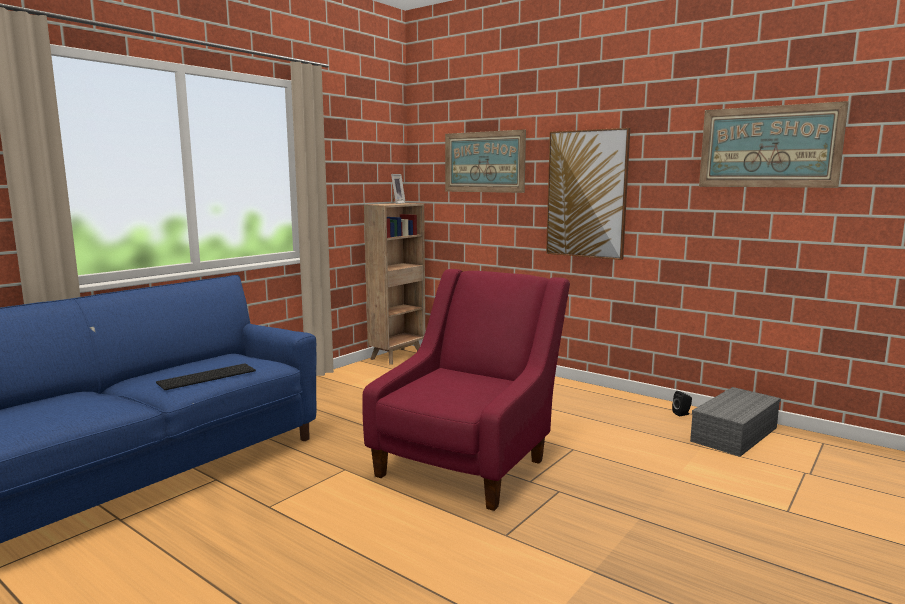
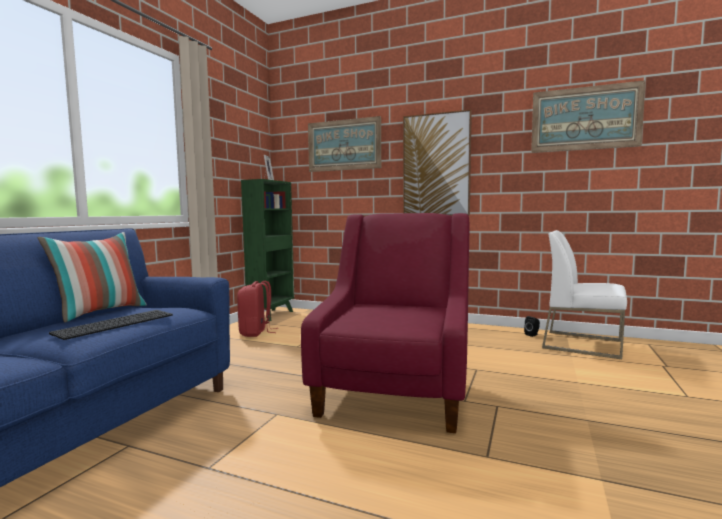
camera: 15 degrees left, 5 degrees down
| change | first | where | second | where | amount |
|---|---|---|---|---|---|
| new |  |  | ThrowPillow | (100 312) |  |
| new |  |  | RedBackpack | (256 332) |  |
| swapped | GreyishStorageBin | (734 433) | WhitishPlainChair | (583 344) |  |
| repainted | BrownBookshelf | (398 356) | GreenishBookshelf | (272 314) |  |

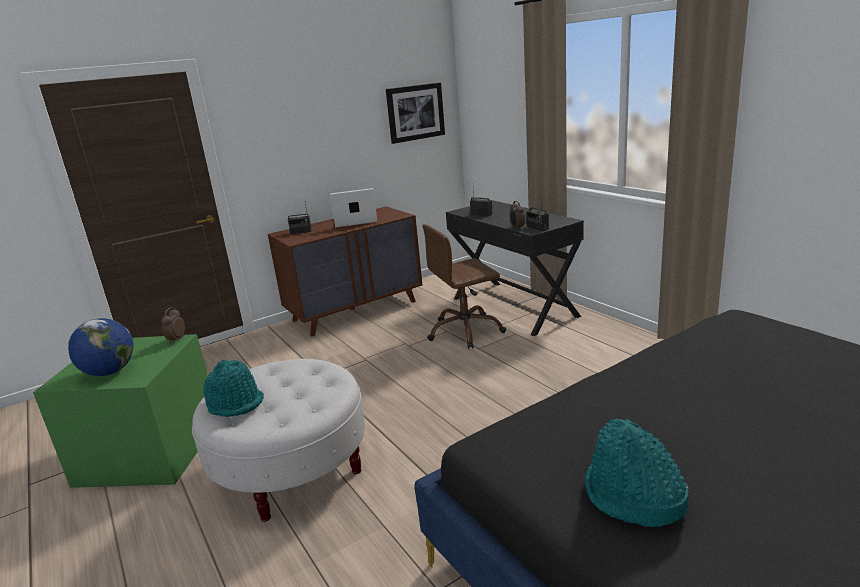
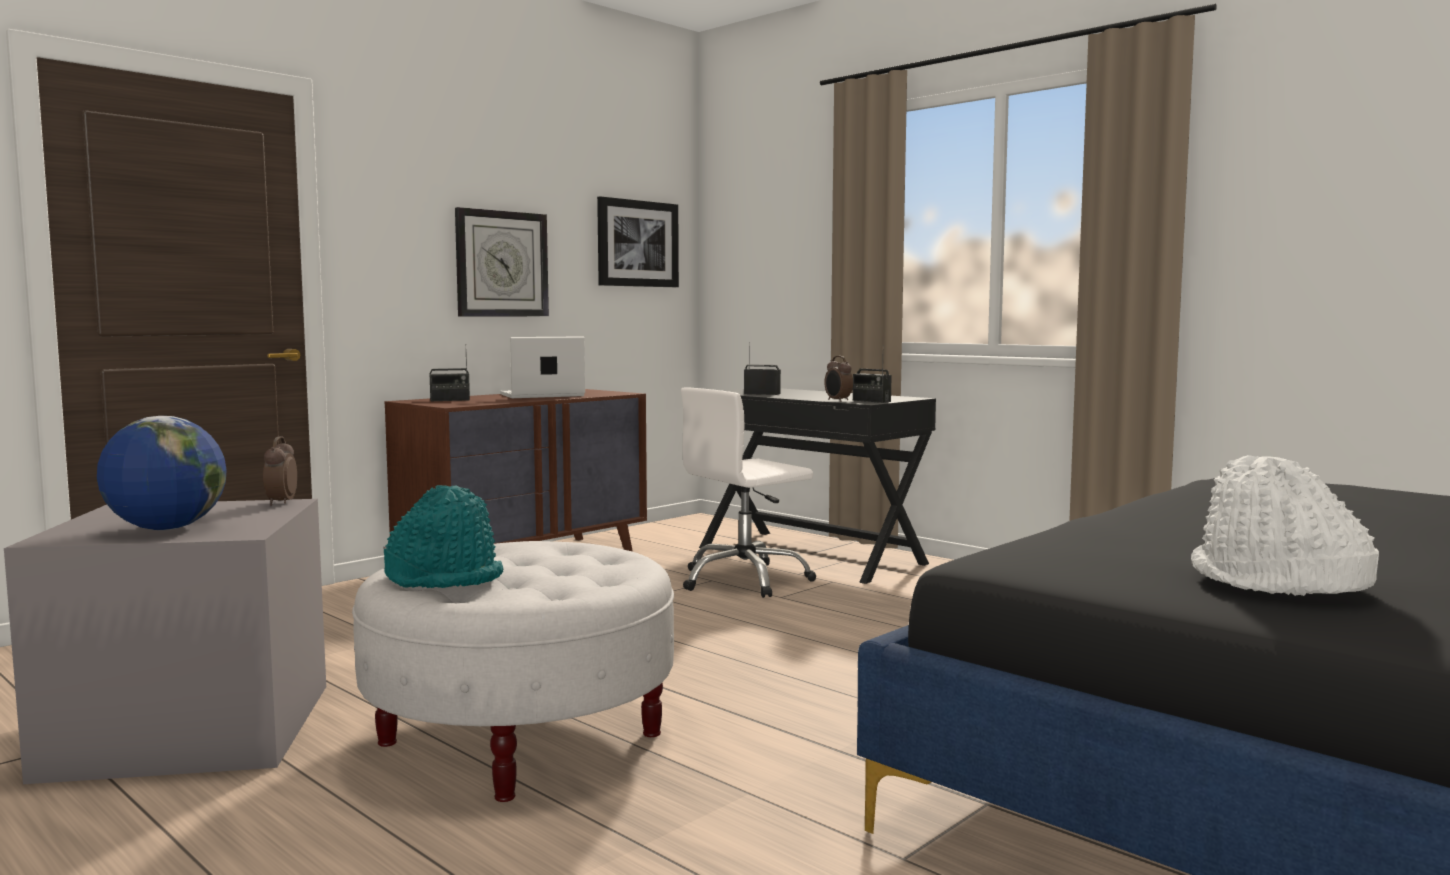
camera: 15 degrees left, 15 degrees down
| change | first | where | second | where | amount |
|---|---|---|---|---|---|
| new |  |  | WallClock | (501 264) |  |
| repainted | GreenishStorageBin | (150 452) | GreyishStorageBin | (194 731) |  |
| repainted | BrownDeskChair | (465 331) | WhitishDeskChair | (745 580) |  |
| repainted | TurquoiseColouredClothingHat | (632 497) | WhitishClothingHat | (1277 583) |  |

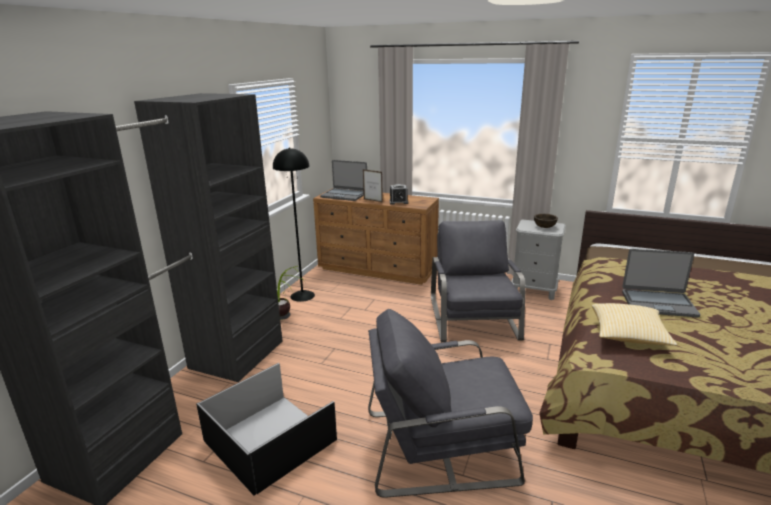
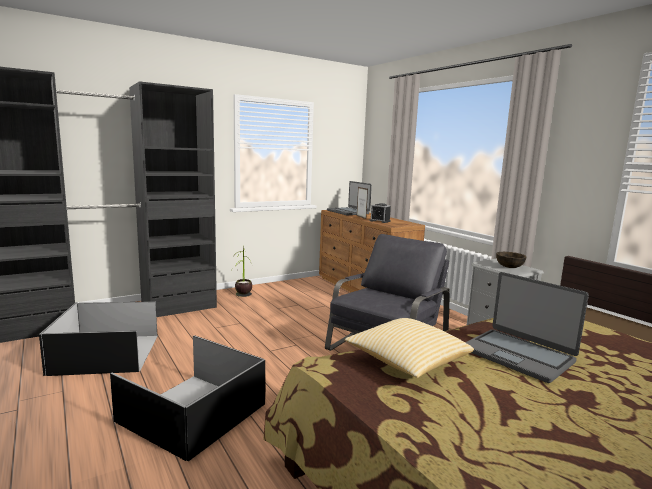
camera: 35 degrees right, 10 degrees down
| change | first | where | second | where | amount |
|---|---|---|---|---|---|
| gone | BlackishStandardLamp | (302 295) |  |  |  |
| swapped | GreyishEasyChair | (441 445) | BlackishStorageBin | (193 411) |  |

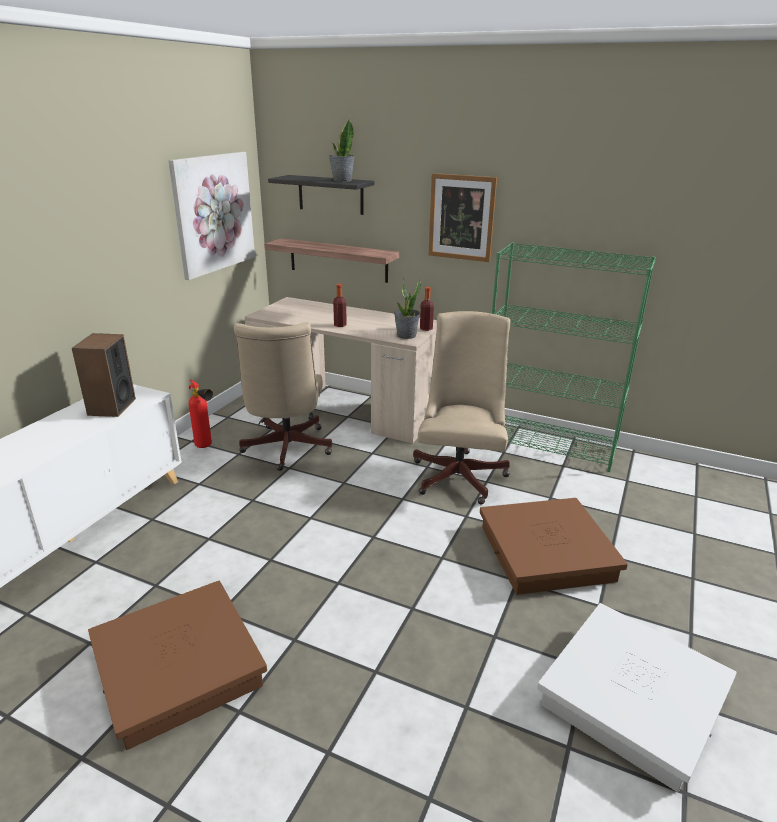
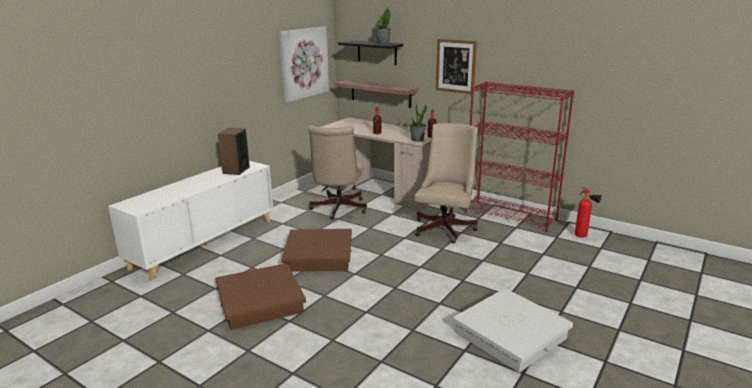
camera: 10 degrees right, 5 degrees down
| change | first | where | second | where | amount |
|---|---|---|---|---|---|
| shifted | FireExtinguisher | (206 447) |  | (583 237) |  |
| shifted | BrownStorageBin | (545 552) |  | (319 255) |  |
| repainted | GreenishBookshelf | (548 445) | RedBookshelf | (510 216) |  |

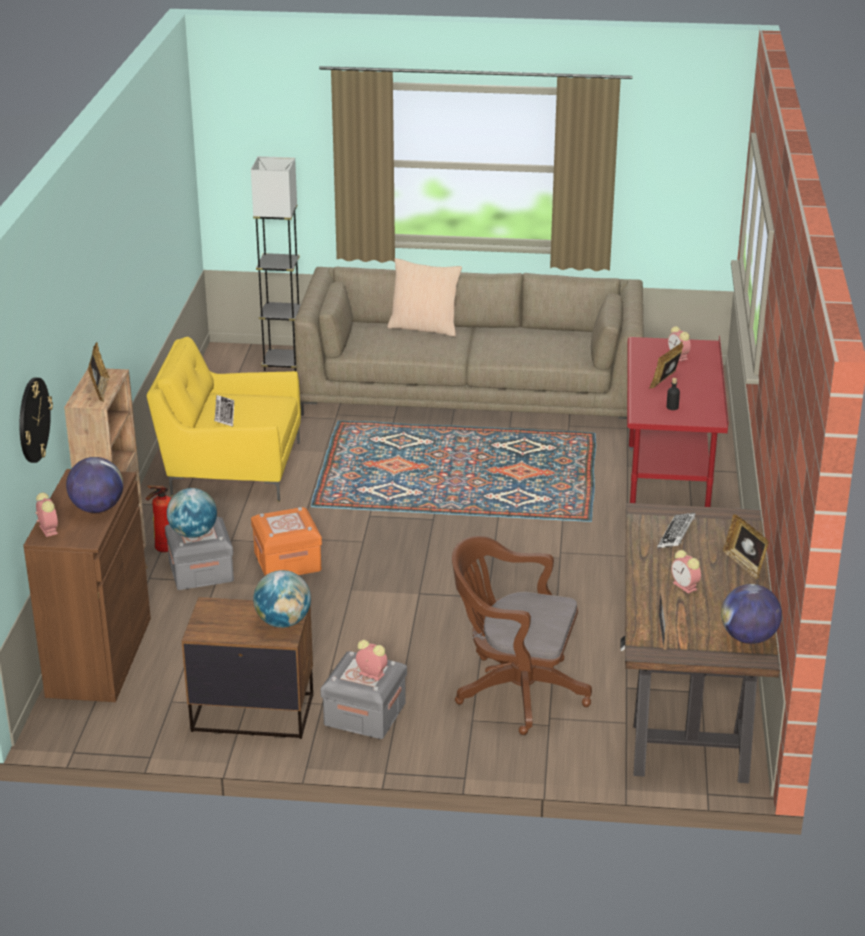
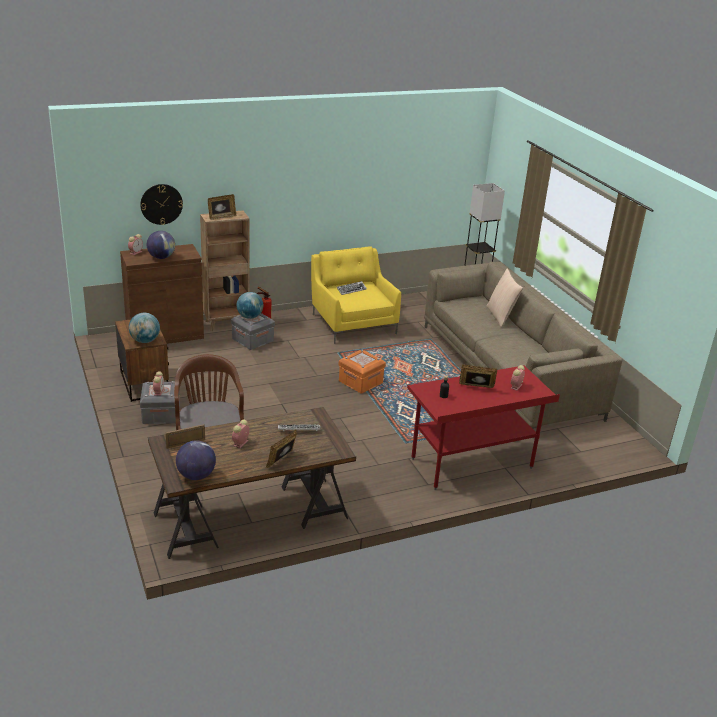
camera: 60 degrees right, 0 degrees up
| change | first | where | second | where | amount |
|---|---|---|---|---|---|
| shifted | OrangeColouredStorageBin | (287 562) |  | (360 382) |  |

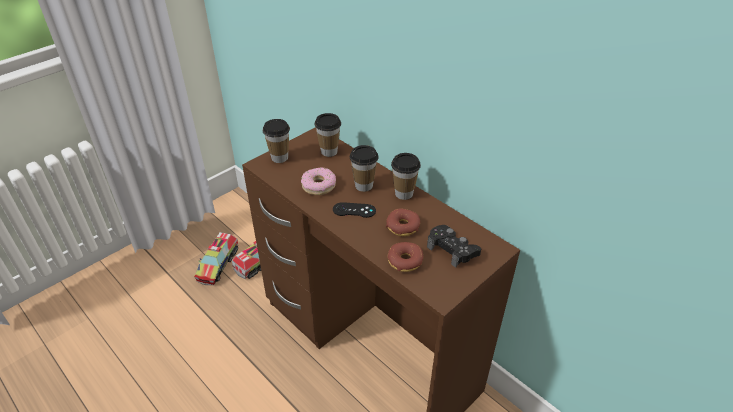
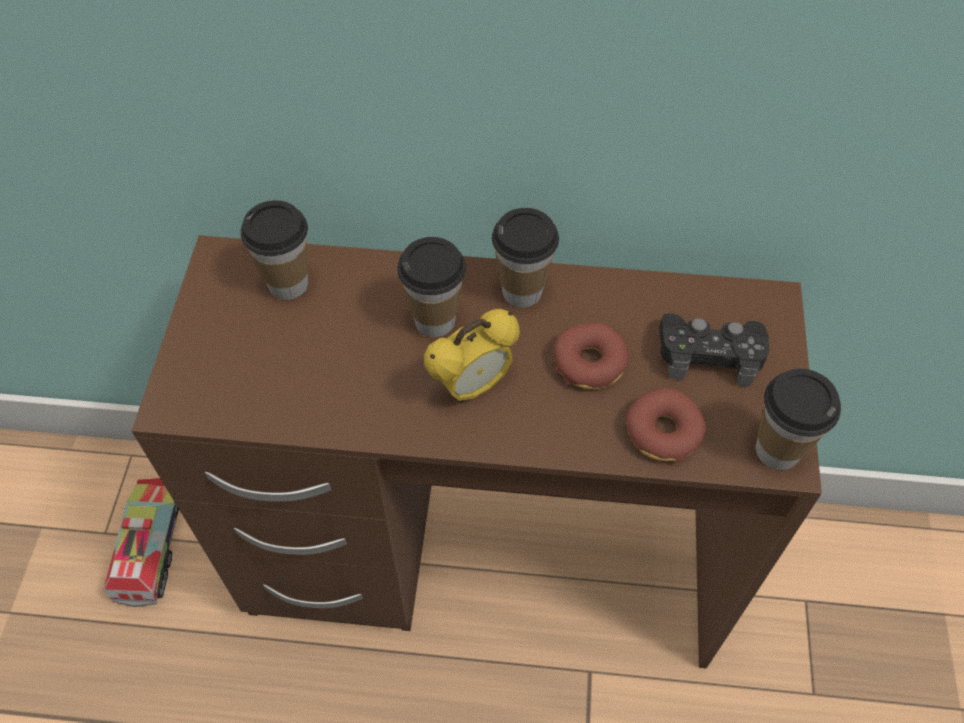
camera: 40 degrees left, 15 degrees up
| change | first | where | second | where | amount |
|---|---|---|---|---|---|
| gone | ModelTruck | (218 264) |  |  |  |
| gone | RingDoughnut | (318 185) |  |  |  |
| shifted | SmallCup | (279 158) |  | (777 450) |  |
| swapped | BlackishJoypad | (354 210) | TableClock | (472 386) |  |

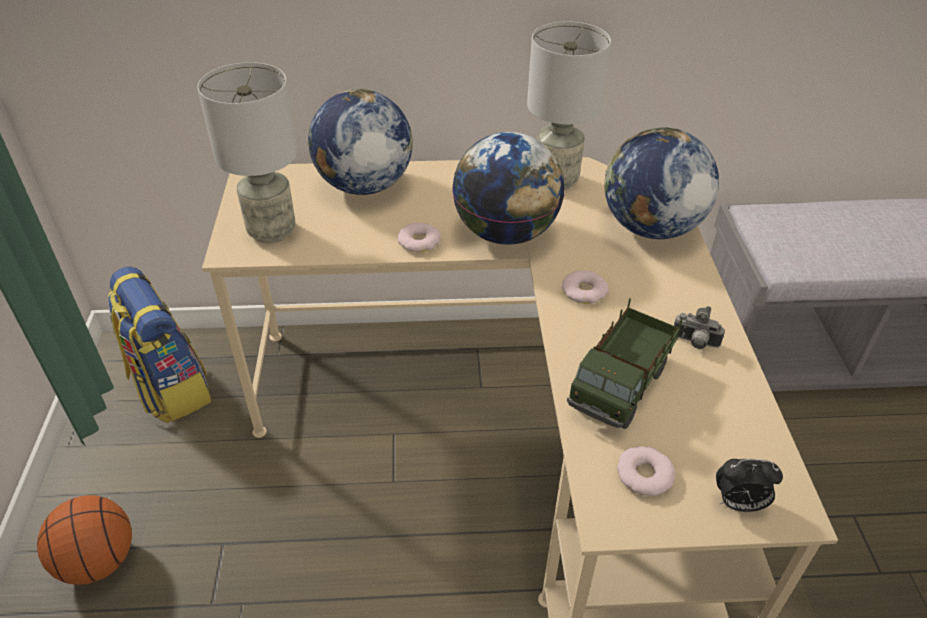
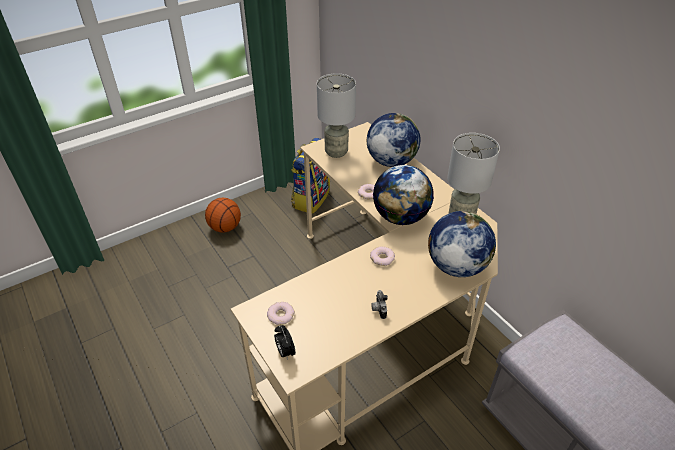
camera: 60 degrees right, 0 degrees up
| change | first | where | second | where | amount |
|---|---|---|---|---|---|
| gone | ModelTruck | (621 385) |  |  |  |

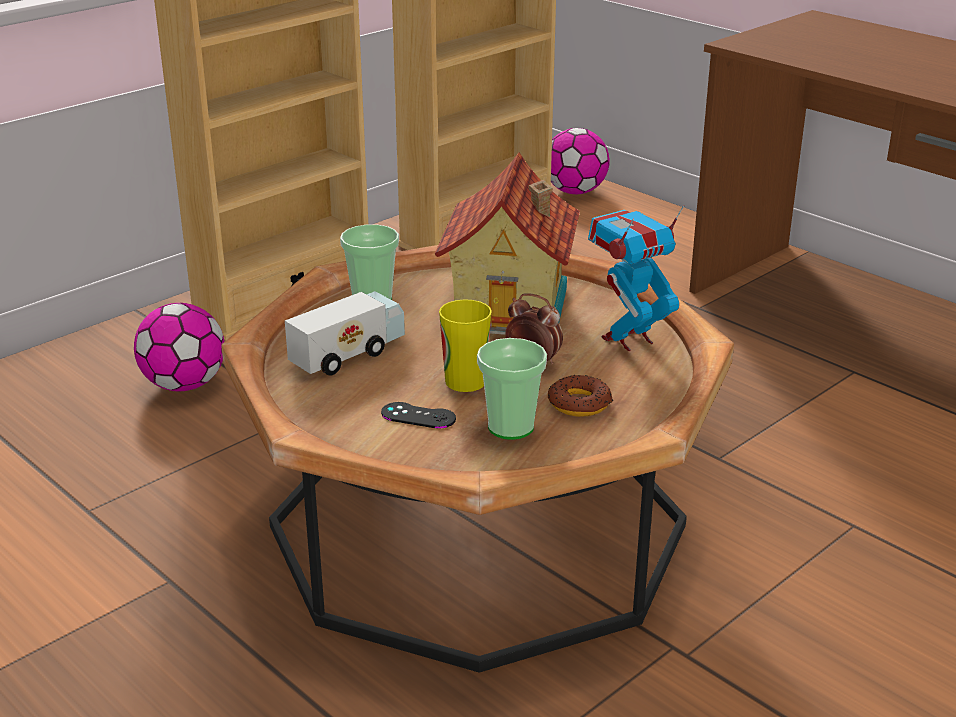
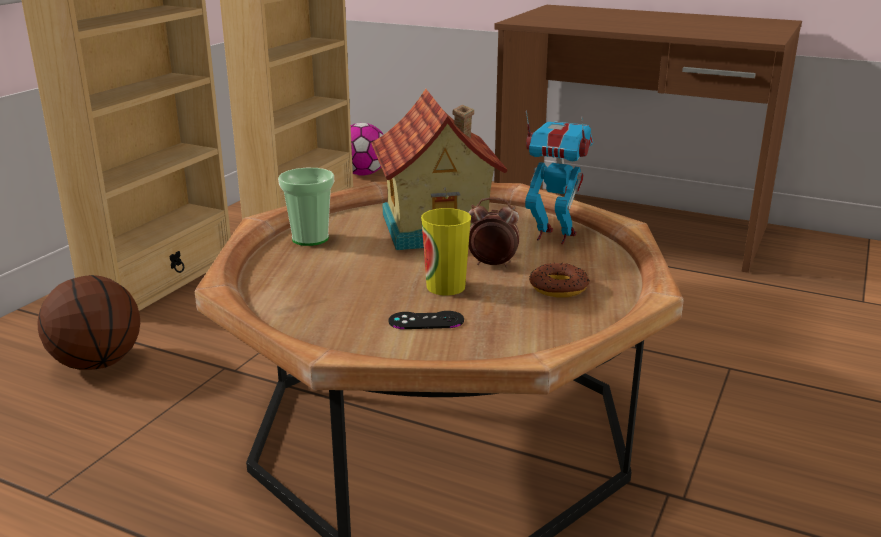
camera: 20 degrees left, 5 degrees down
| change | first | where | second | where | amount |
|---|---|---|---|---|---|
| gone | ModelTruck | (348 353) |  |  |  |
| gone | SmallCup | (510 427) |  |  |  |
| swapped | Football | (184 385) | BasketballBall | (98 363) |  |
| rotated | RobotFigure | (628 339) |  | (554 236) | 75 degrees clockwise |

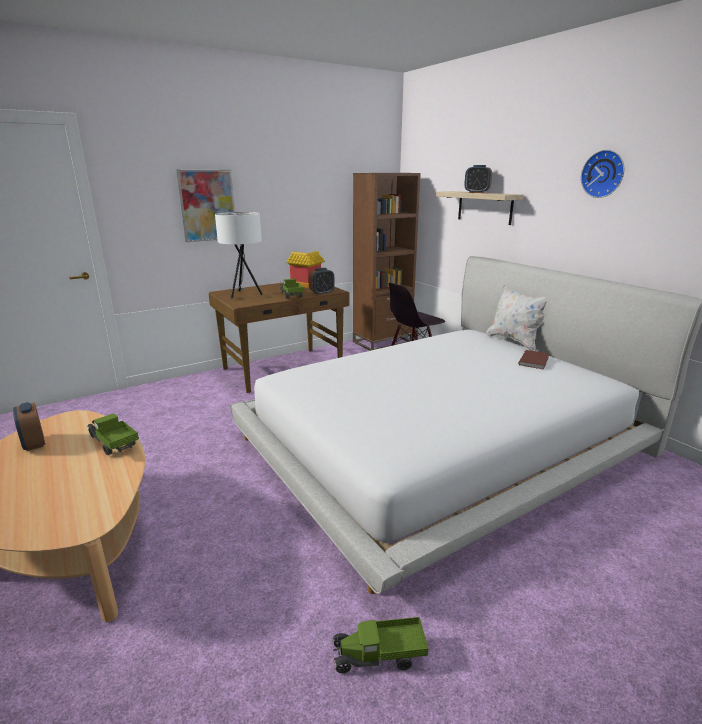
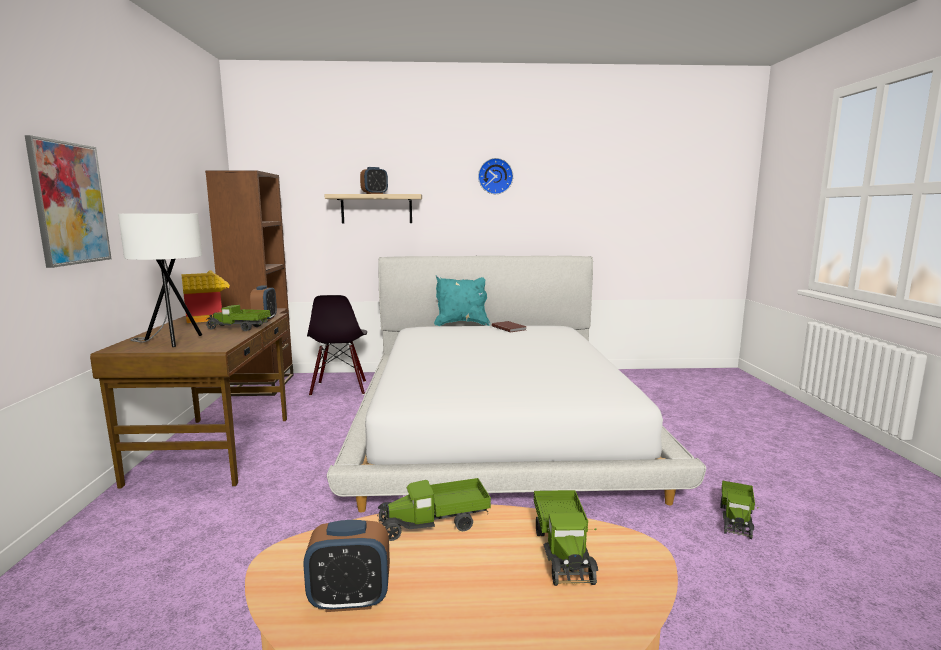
camera: 60 degrees left, 10 degrees down
| change | first | where | second | where | amount |
|---|---|---|---|---|---|
| new |  |  | ModelTruck | (563 550) |  |
| repainted | WhitishThrowPillow | (514 341) | TurquoiseColouredThrowPillow | (461 324) |  |

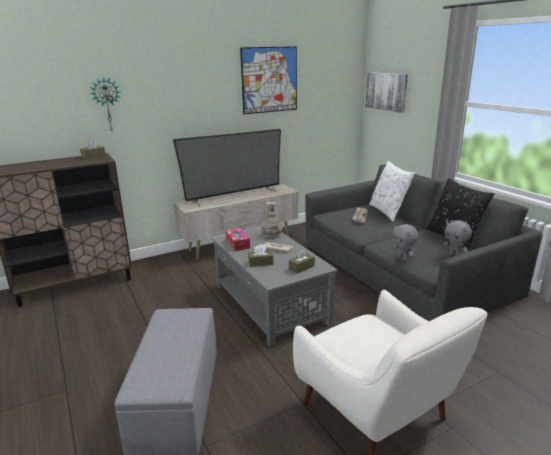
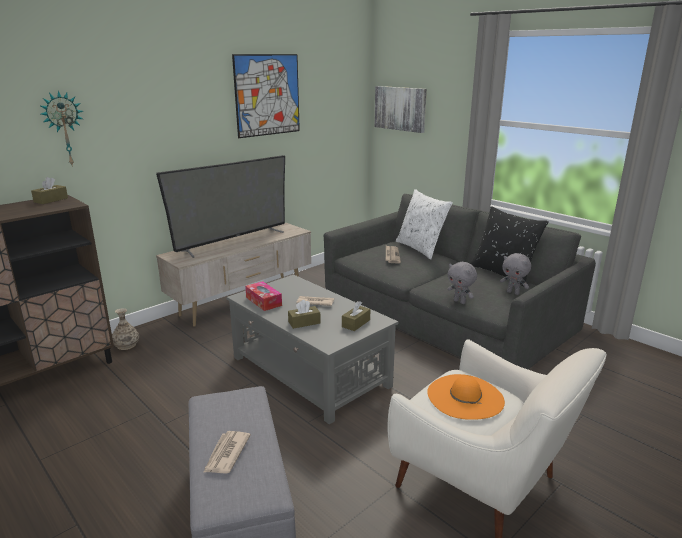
camera: 15 degrees left, 0 degrees up
| change | first | where | second | where | amount |
|---|---|---|---|---|---|
| new |  |  | DailyPaper | (226 454) |  |
| new |  |  | OrangeColouredClothingHat | (465 396) |  |
| shifted | DecorativeVase | (272 234) |  | (126 345) |  |

